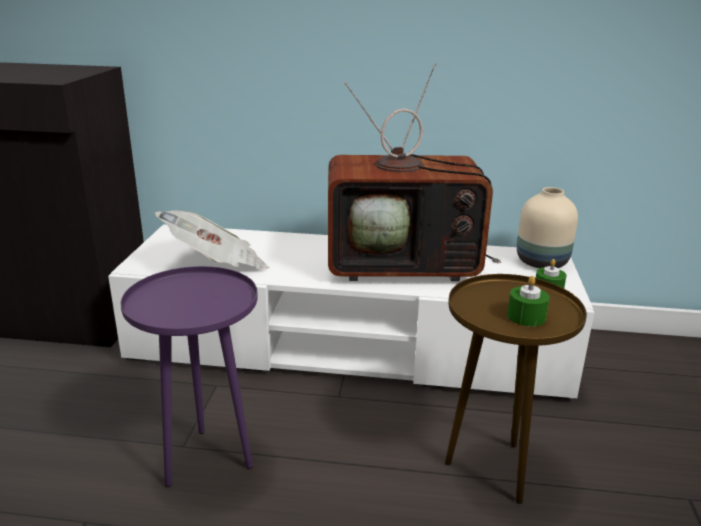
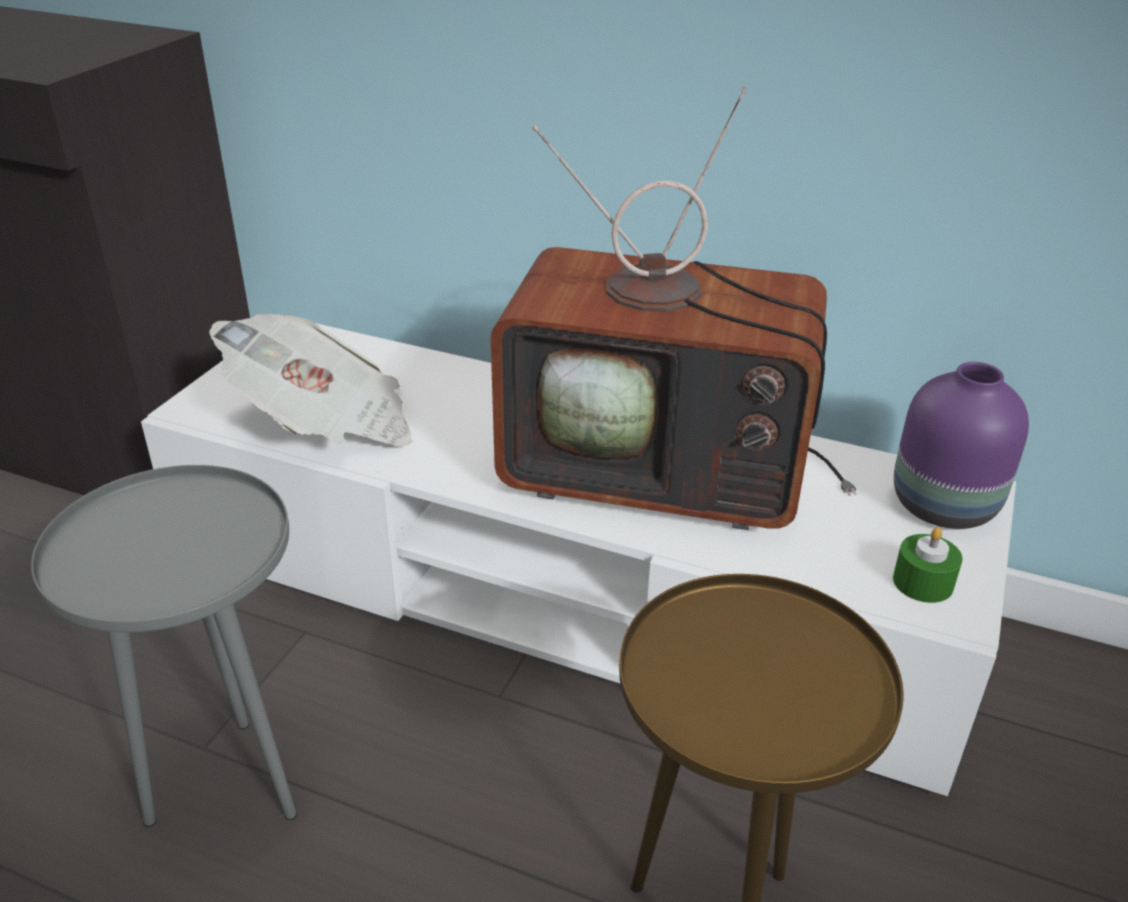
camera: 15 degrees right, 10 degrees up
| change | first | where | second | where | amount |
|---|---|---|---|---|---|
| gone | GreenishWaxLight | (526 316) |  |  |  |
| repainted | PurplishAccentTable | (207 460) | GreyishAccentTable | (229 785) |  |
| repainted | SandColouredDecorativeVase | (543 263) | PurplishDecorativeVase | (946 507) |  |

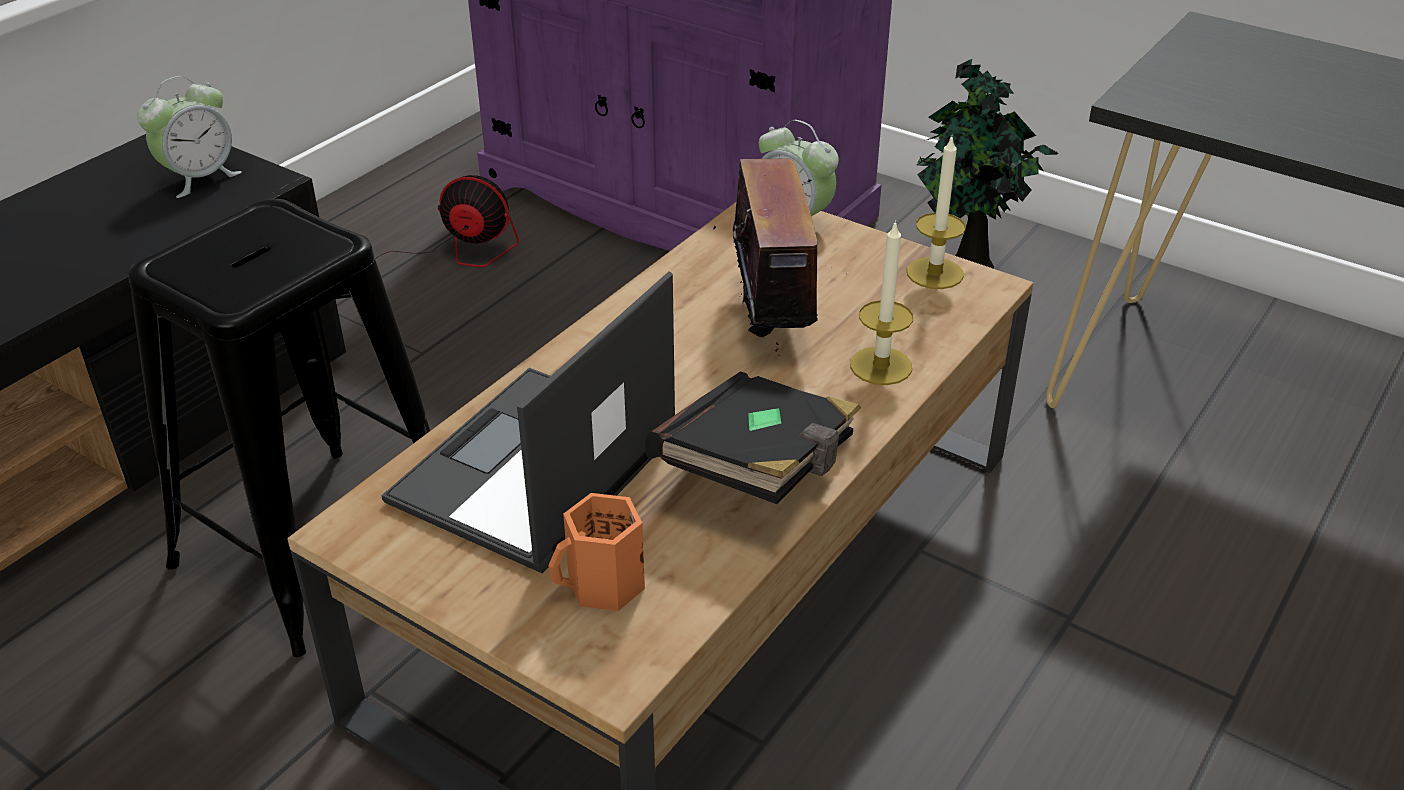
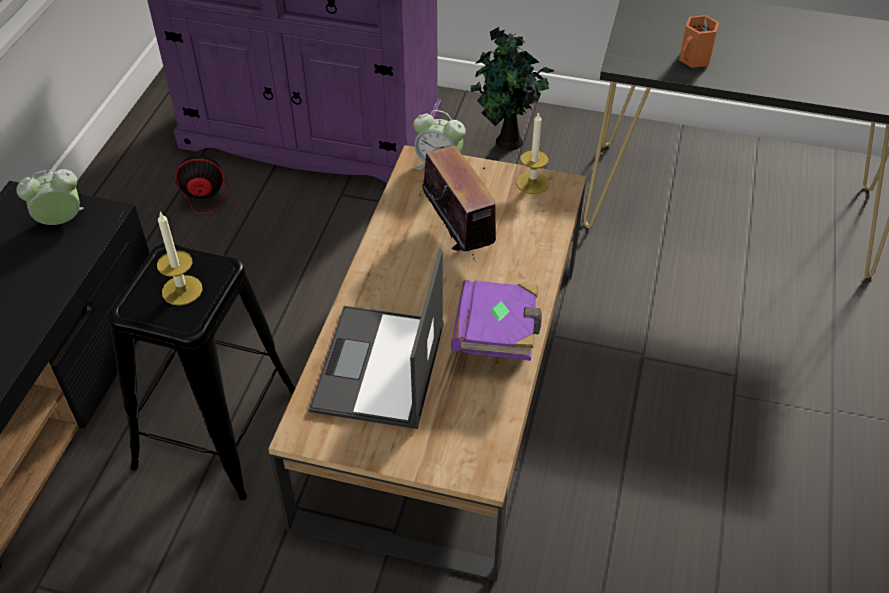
camera: 20 degrees left, 10 degrees up
| change | first | where | second | where | amount |
|---|---|---|---|---|---|
| shifted | OrangeColouredMug | (604 586) |  | (695 59) |  |
| shifted | WaxLight | (881 366) |  | (182 290) |  |
| repainted | BlackishBoundBook | (760 469) | PurplishBoundBook | (497 334) |  |
| rotated | TableClock | (199 178) |  | (61 221) | 135 degrees counterclockwise |

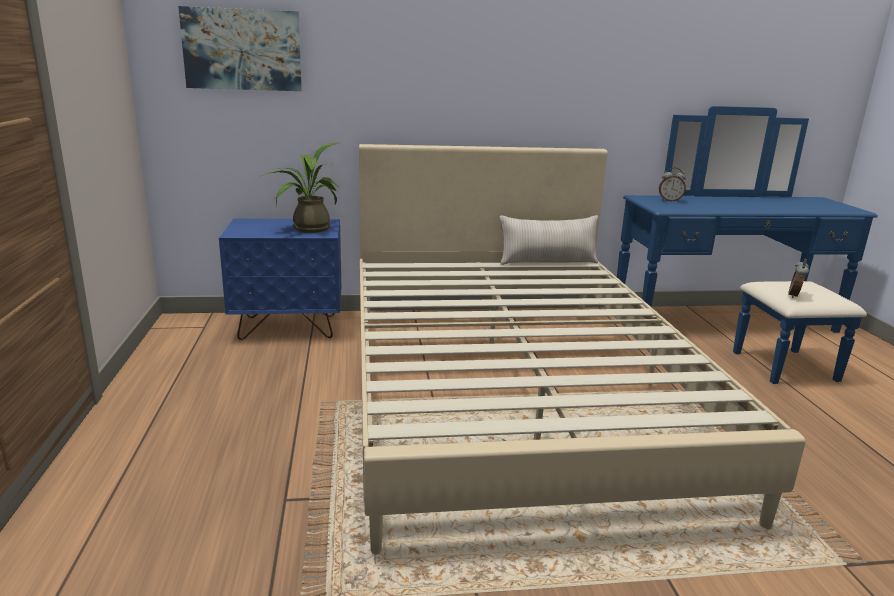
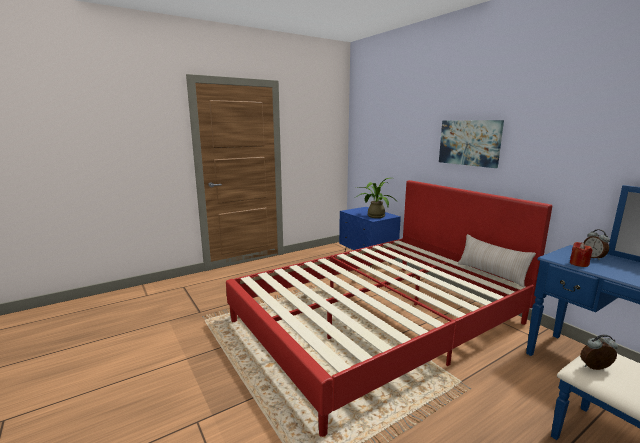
camera: 65 degrees right, 5 degrees down
| change | first | where | second | where | amount |
|---|---|---|---|---|---|
| new |  |  | RedWaxLight | (578 264) |  |
| shifted | Picture | (242 50) |  | (469 142) |  |
| repainted | SandColouredBedroomBed | (513 391) | RedBedroomBed | (379 322) |  |

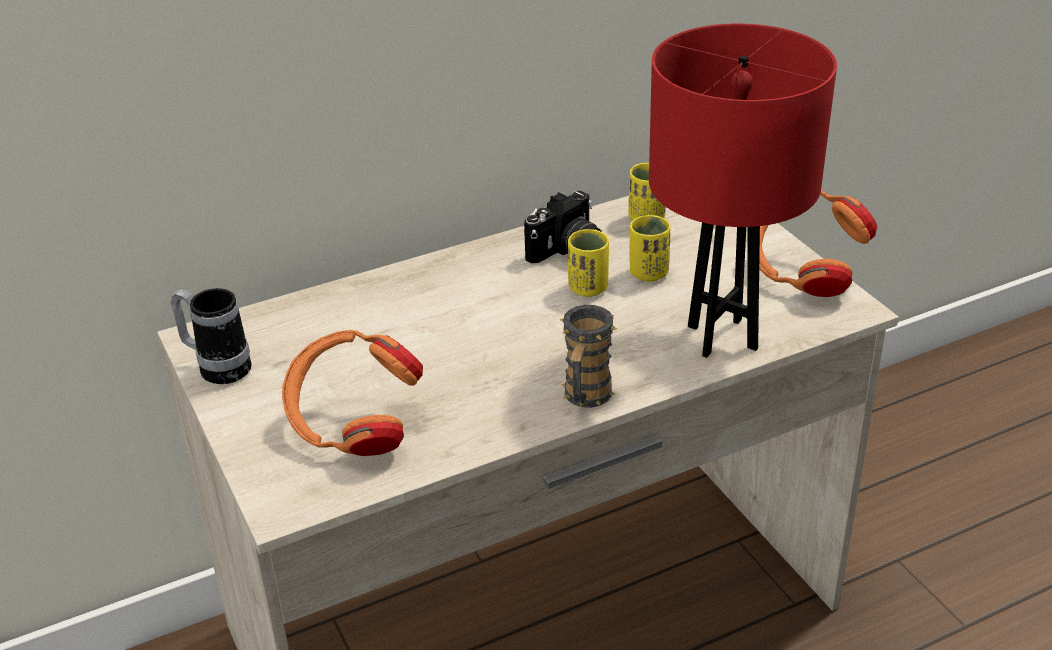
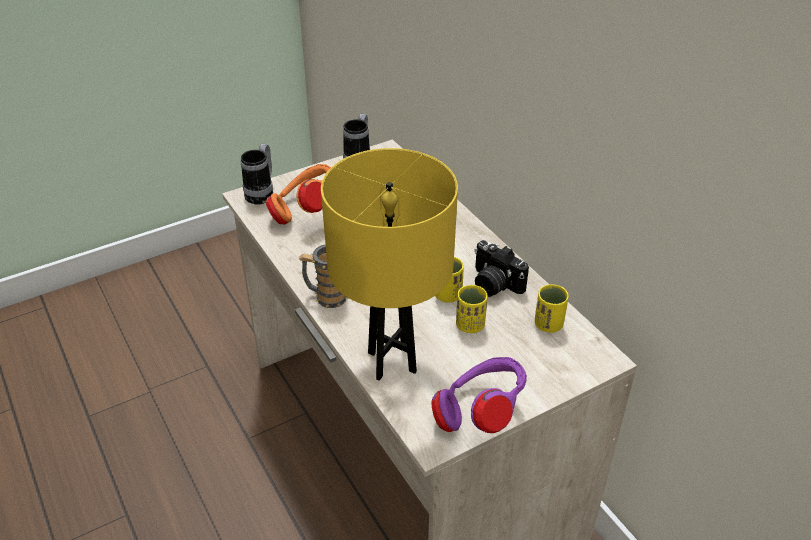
camera: 85 degrees right, 5 degrees up
| change | first | where | second | where | amount |
|---|---|---|---|---|---|
| new |  |  | Mug | (262 193) |  |
| repainted | RedTabletopLamp | (722 336) | YellowColouredTabletopLamp | (392 362) |  |
| repainted | OrangeColouredPairOfHeadphones | (804 274) | PurplishPairOfHeadphones | (480 414) |  |

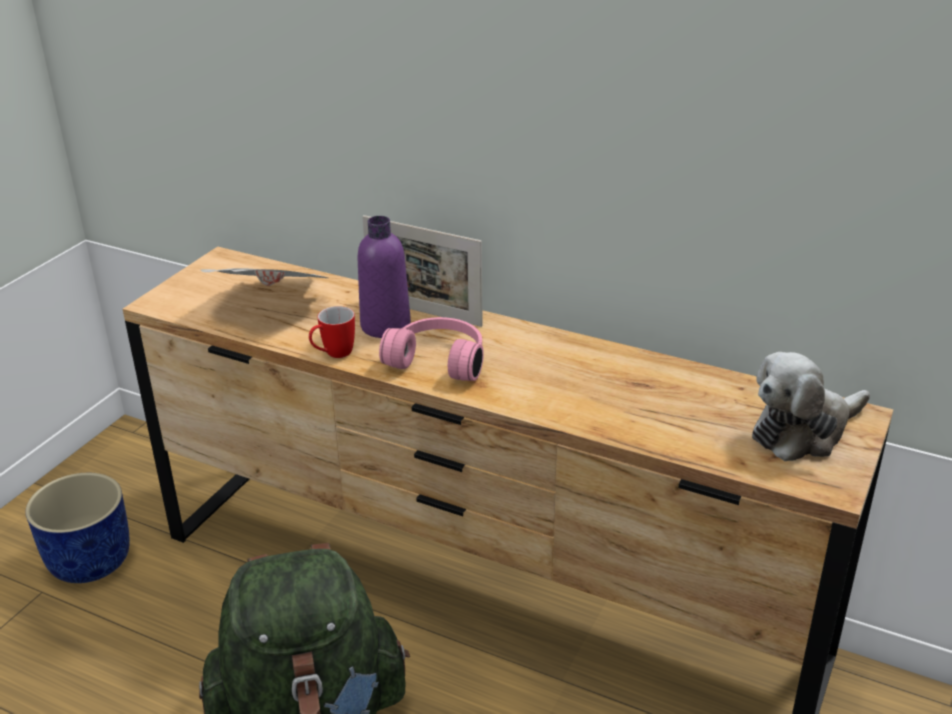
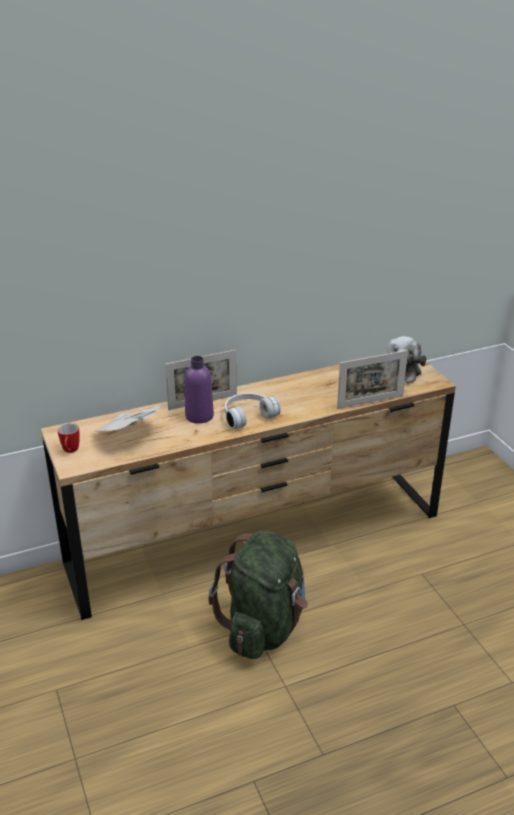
camera: 50 degrees left, 0 degrees up
| change | first | where | second | where | amount |
|---|---|---|---|---|---|
| gone | BlueColouredPlantPot | (91 560) |  |  |  |
| new |  |  | PictureFrame | (370 402) |  |
| shifted | Mug | (333 354) |  | (70 451) |  |
| repainted | PinkPairOfHeadphones | (439 360) | WhitishPairOfHeadphones | (247 416) |  |

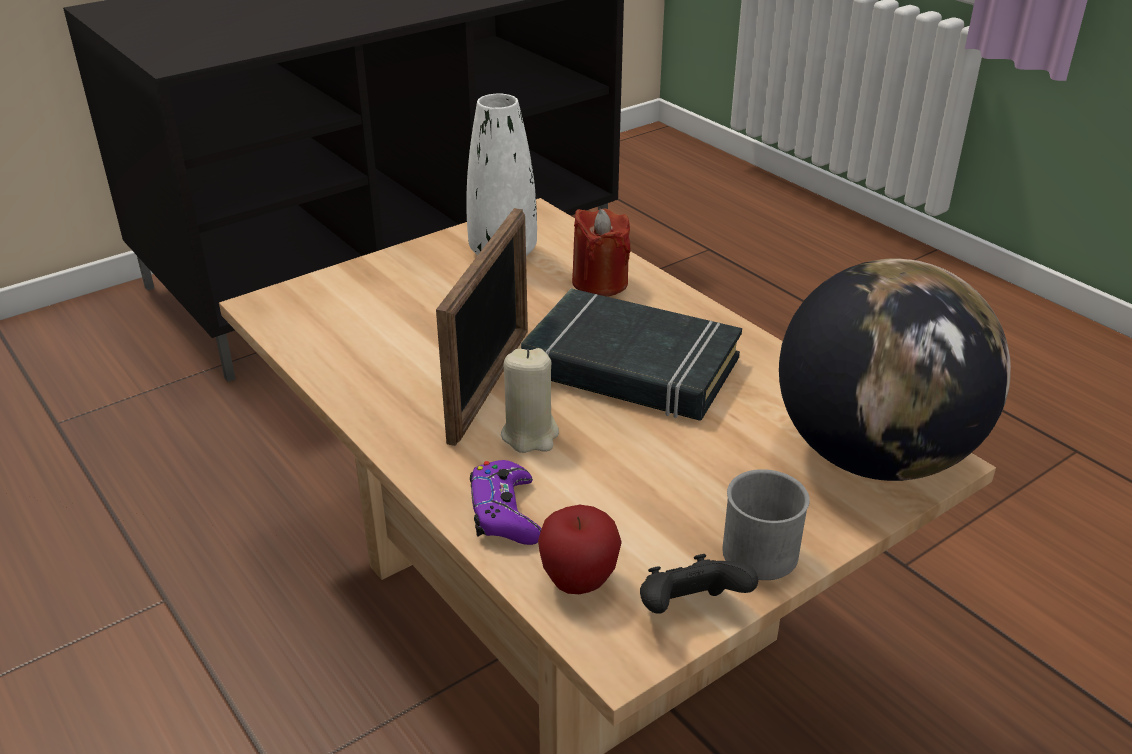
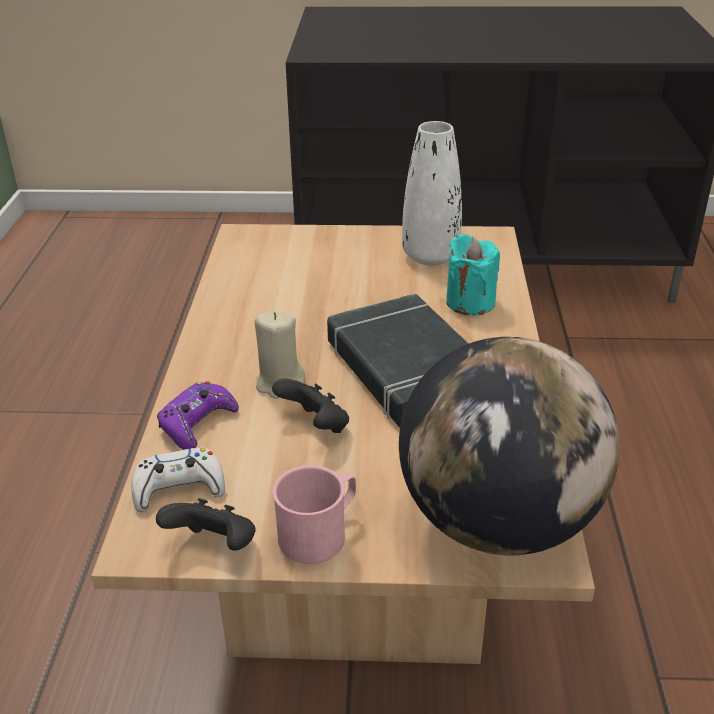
camera: 40 degrees right, 0 degrees up
| change | first | where | second | where | amount |
|---|---|---|---|---|---|
| gone | PictureFrame | (490 384) |  |  |  |
| new |  |  | BlackishJoypad | (315 426) |  |
| swapped | AppleFruit | (578 582) | WhitishJoypad | (178 488) |  |
| repainted | RedWaxLight | (600 283) | TurquoiseColouredWaxLight | (470 302) |  |
| repainted | GreyishMug | (759 544) | PinkMug | (320 533) |  |

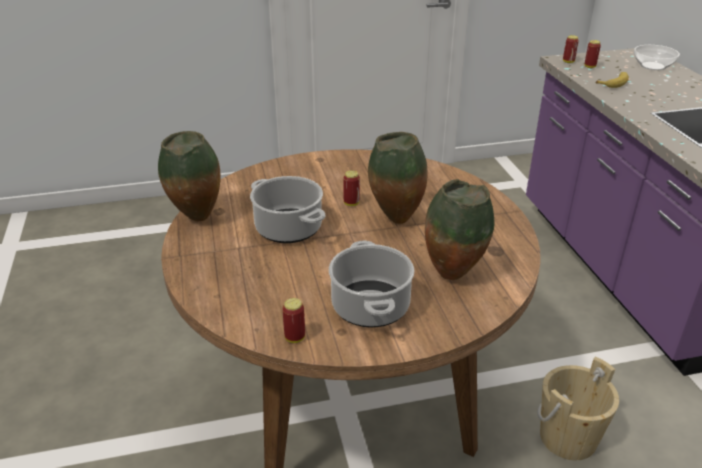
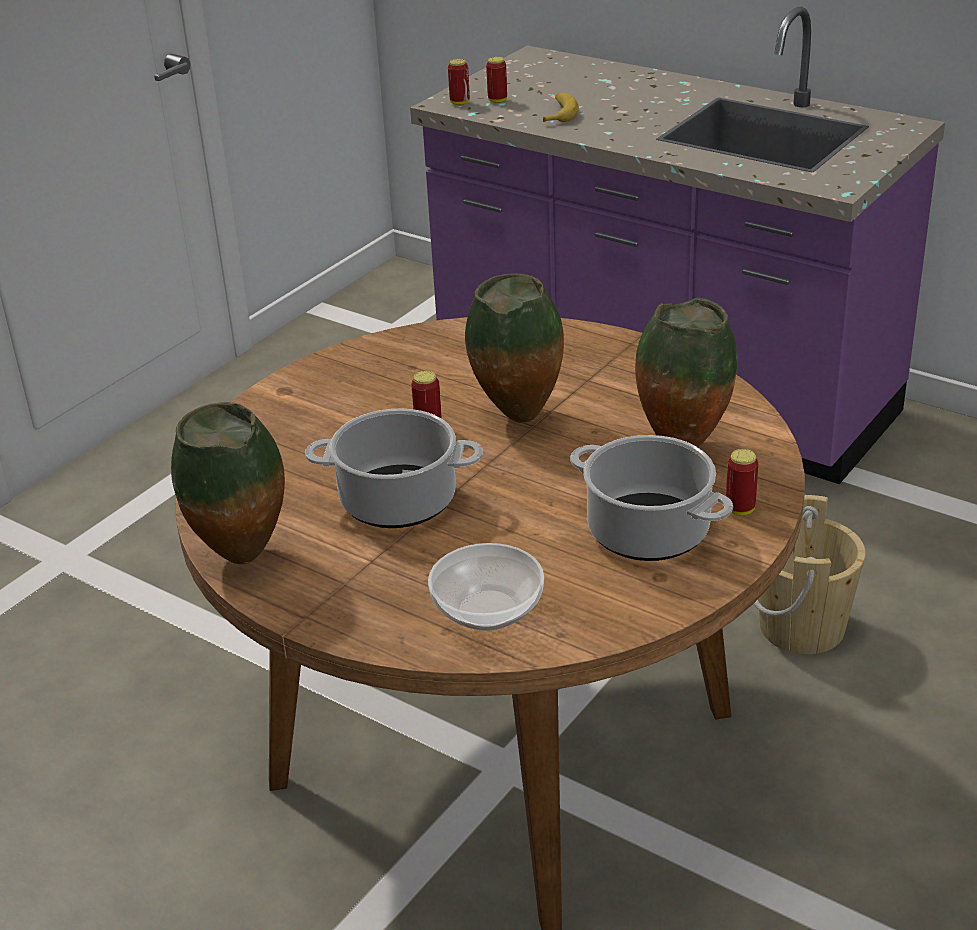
camera: 40 degrees left, 0 degrees up
| change | first | where | second | where | amount |
|---|---|---|---|---|---|
| shifted | Can | (295 338) |  | (740 509) |  |
| shifted | ServingBowl | (653 66) |  | (488 611) |  |

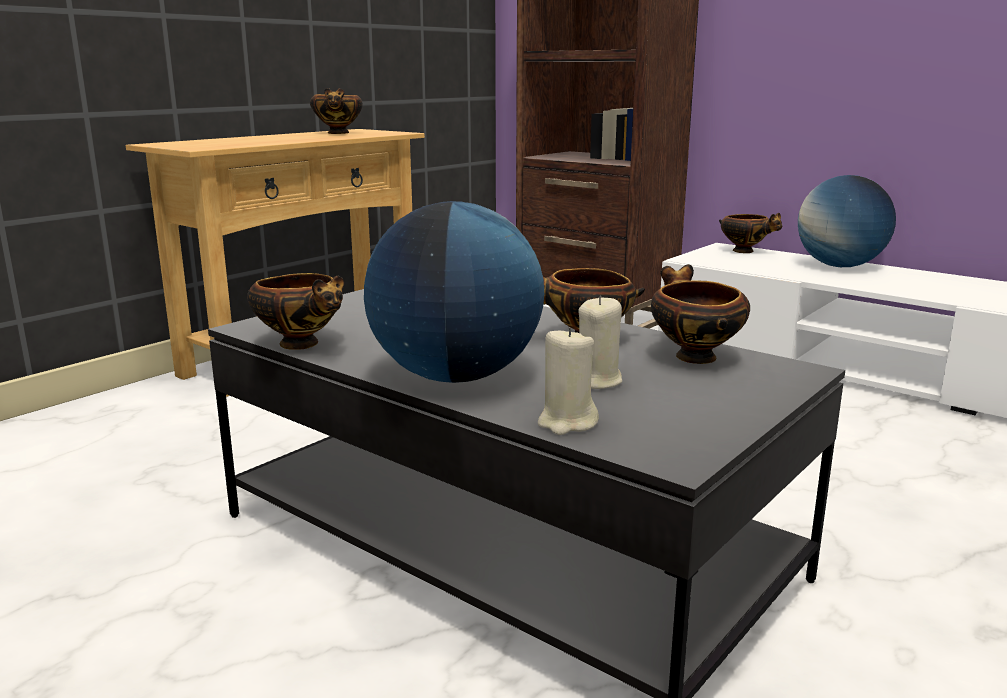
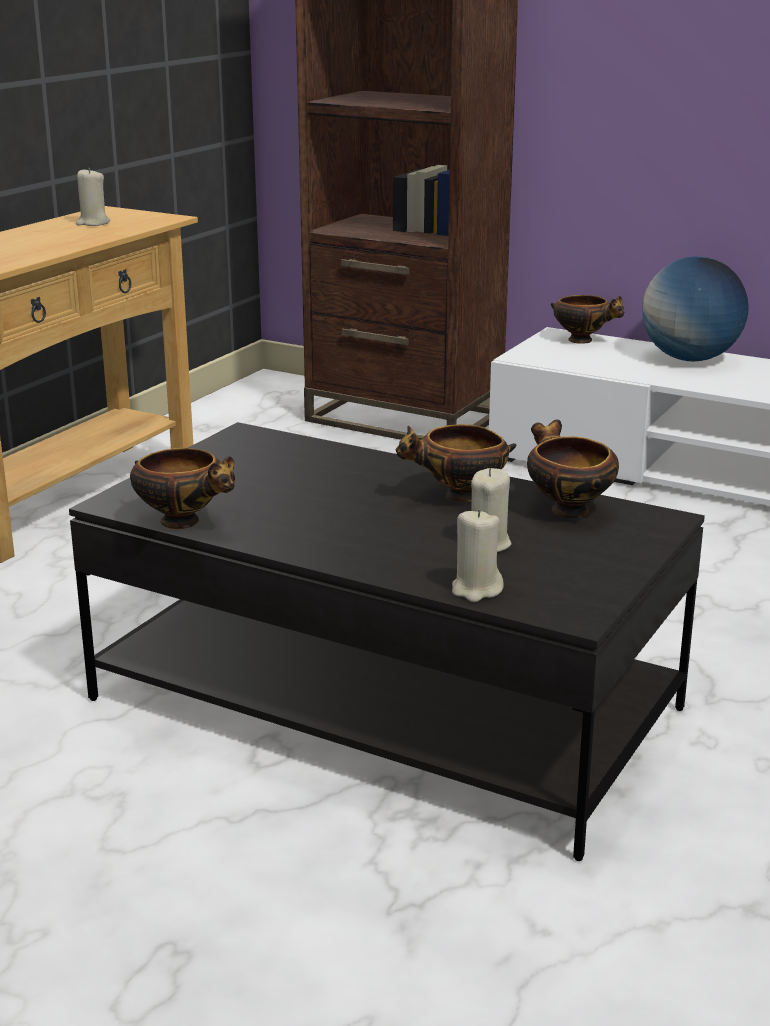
camera: 10 degrees left, 5 degrees up
| change | first | where | second | where | amount |
|---|---|---|---|---|---|
| gone | WorldGlobe | (455 377) |  |  |  |
| swapped | ServingBowl | (338 133) | SandColouredWaxLight | (93 223) |  |

